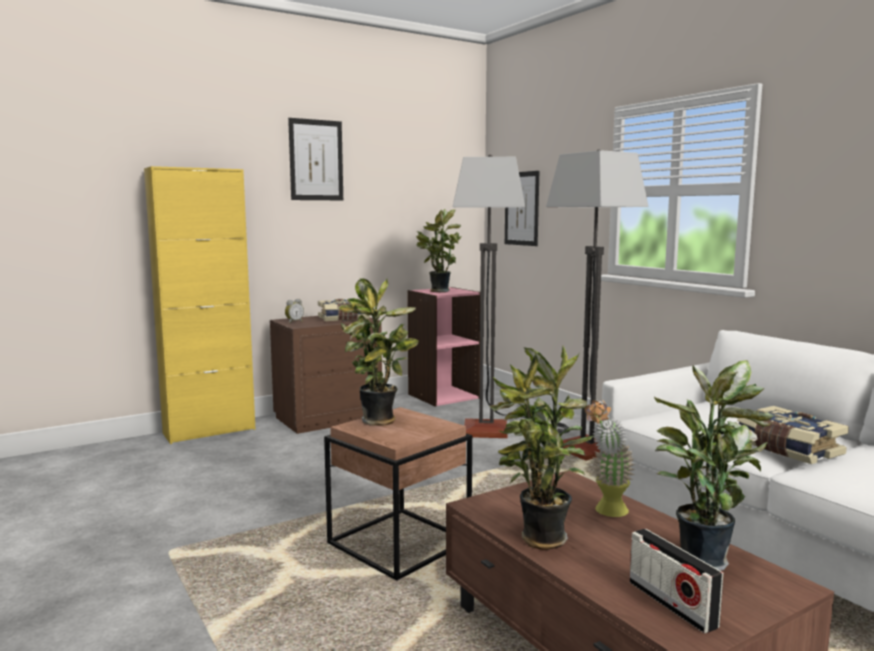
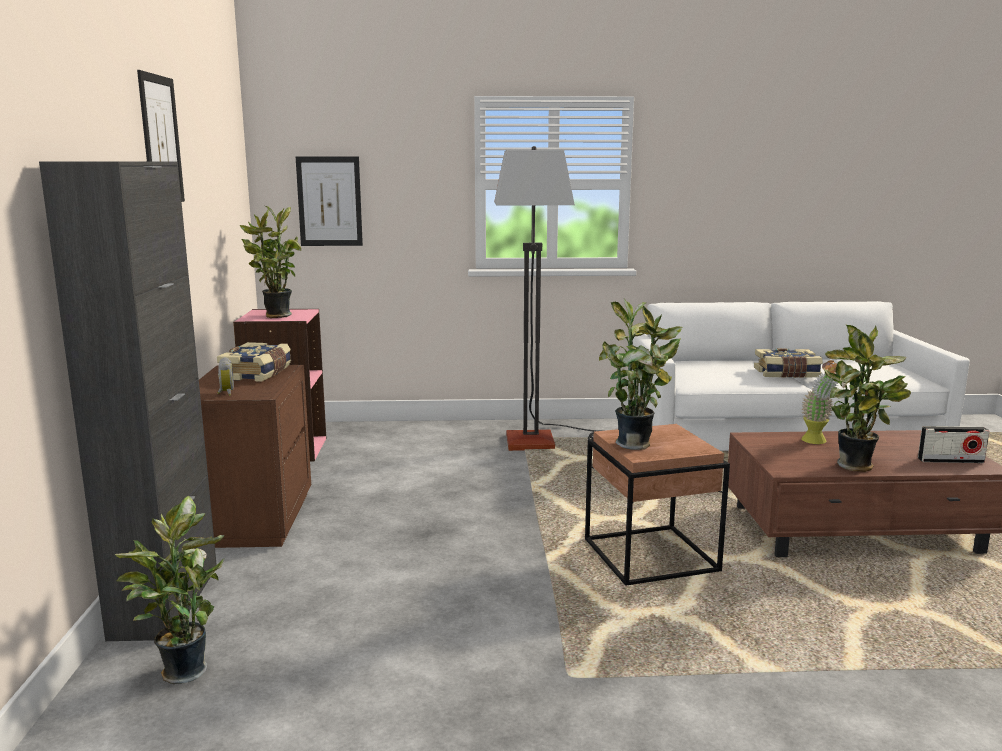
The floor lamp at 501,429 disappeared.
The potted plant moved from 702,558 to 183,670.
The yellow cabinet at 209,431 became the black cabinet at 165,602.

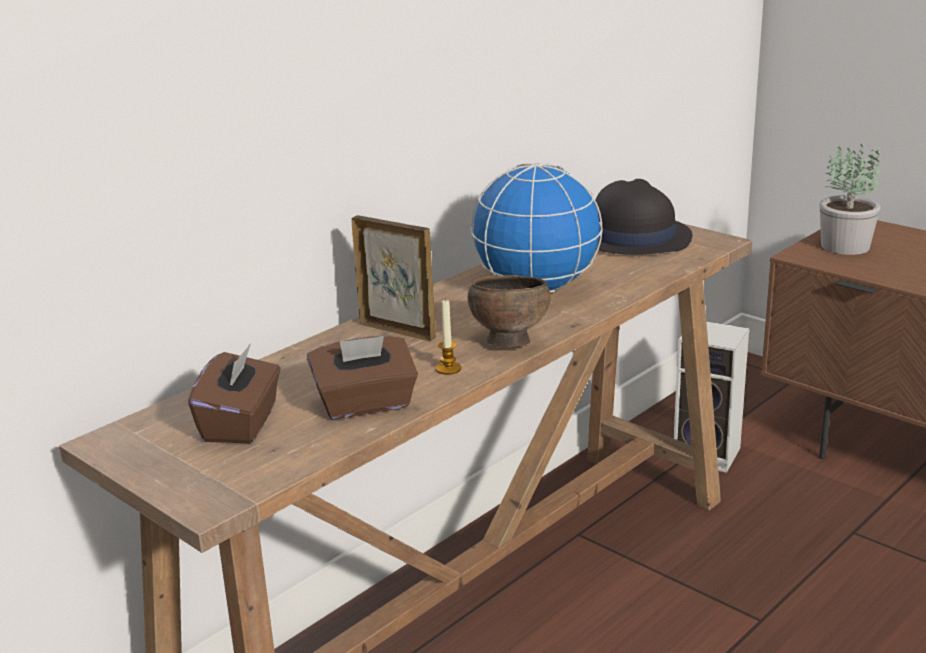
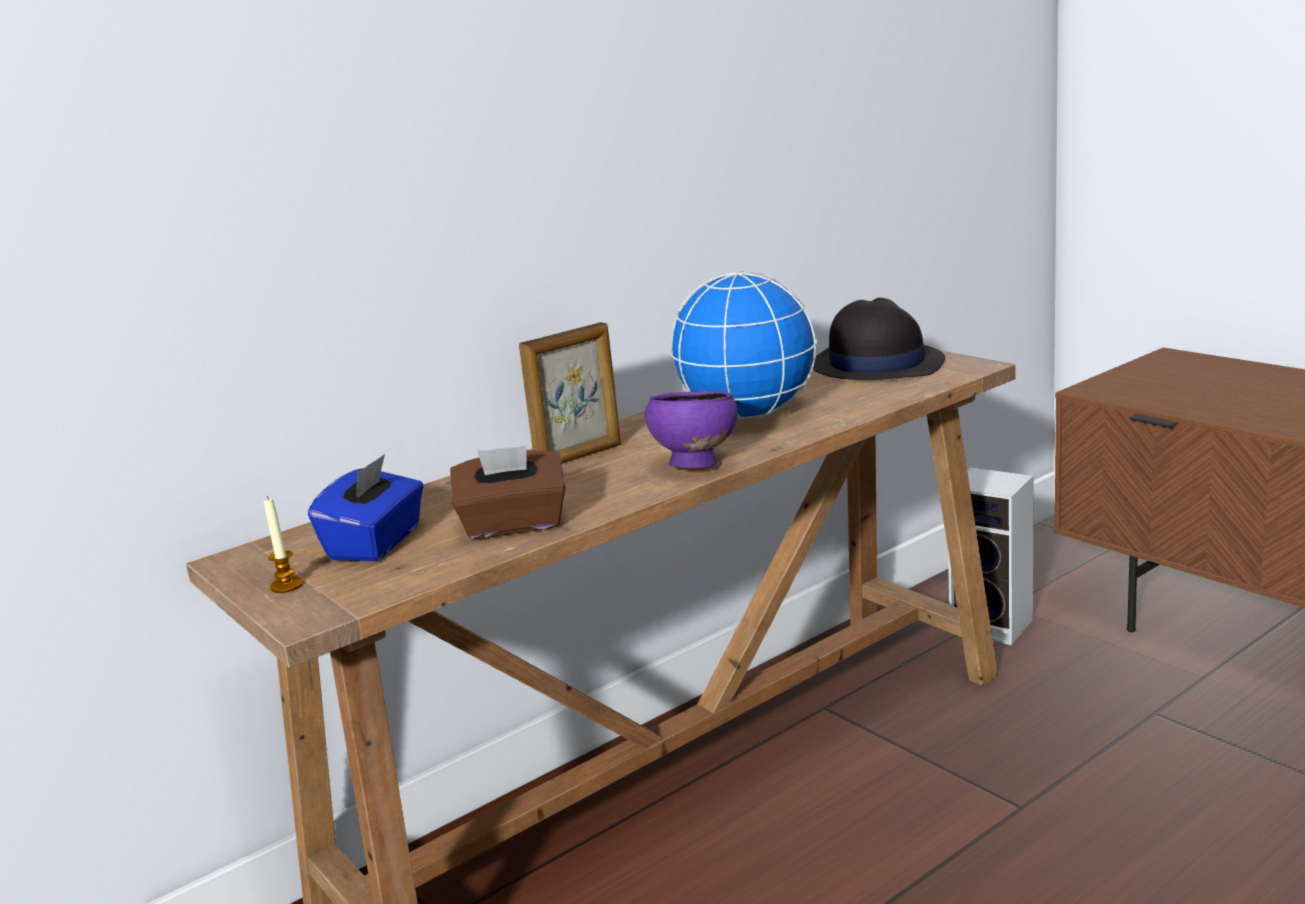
The potted plant at 846,246 disappeared.
The candle moved from 448,369 to 287,585.
The brown tissue box at 241,423 became the blue tissue box at 376,543.
The brown bowl at 508,343 became the purple bowl at 694,466.
The picture frame at 398,330 turned 105 degrees clockwise.

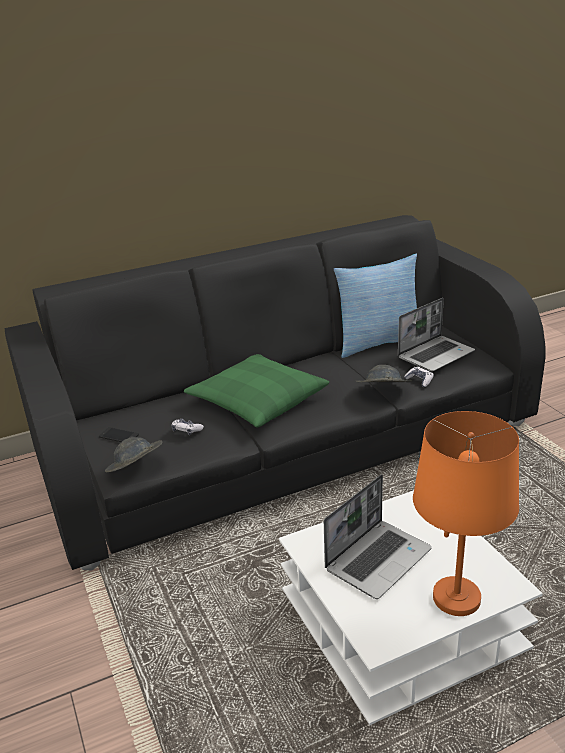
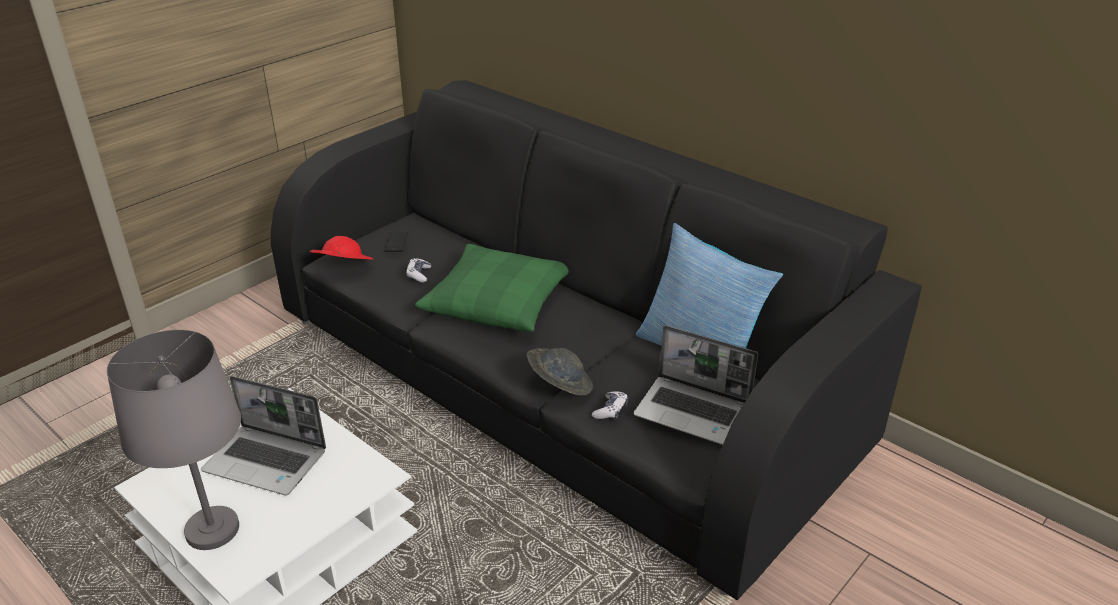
The grey hat at 136,469 became the red hat at 343,267.
The orange table lamp at 456,598 became the grey table lamp at 213,529.

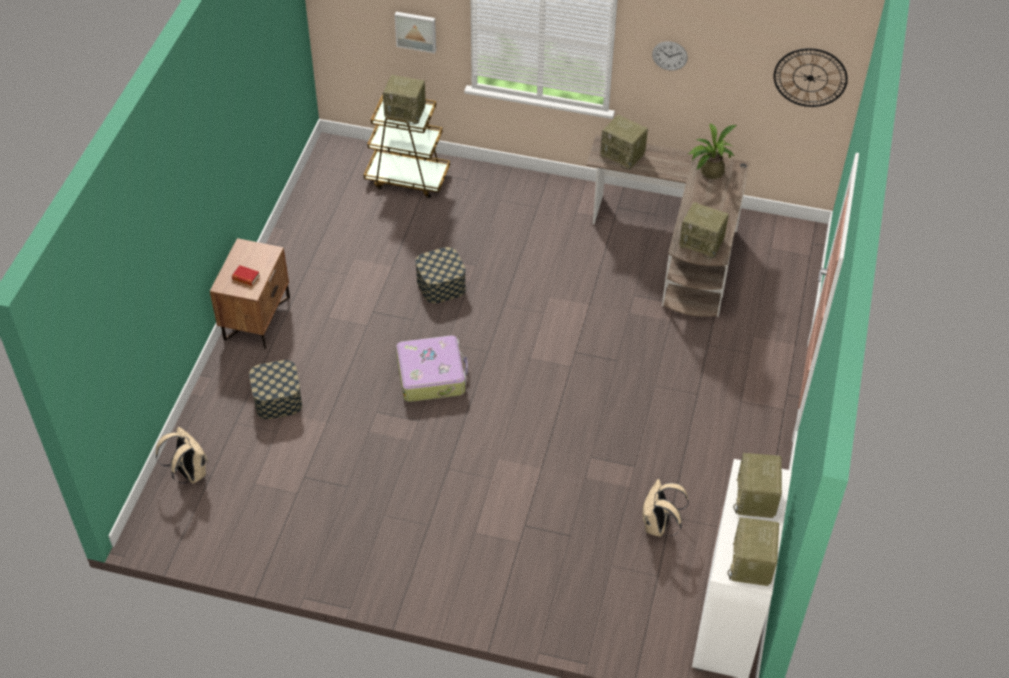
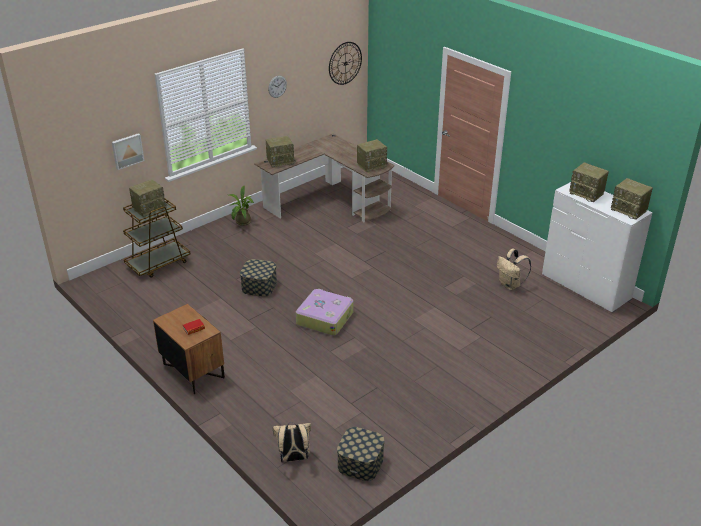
The storage box moved from 277,399 to 360,463.
The potted plant moved from 709,172 to 242,223.

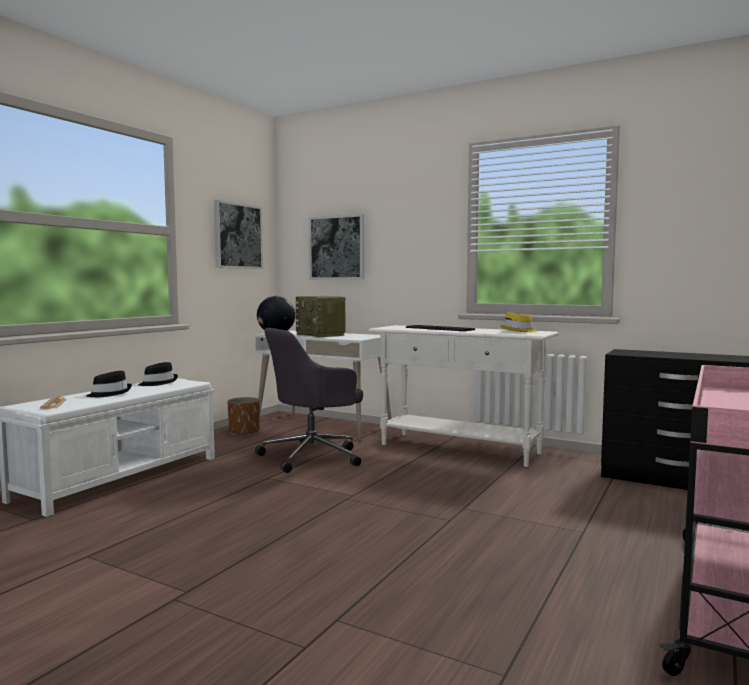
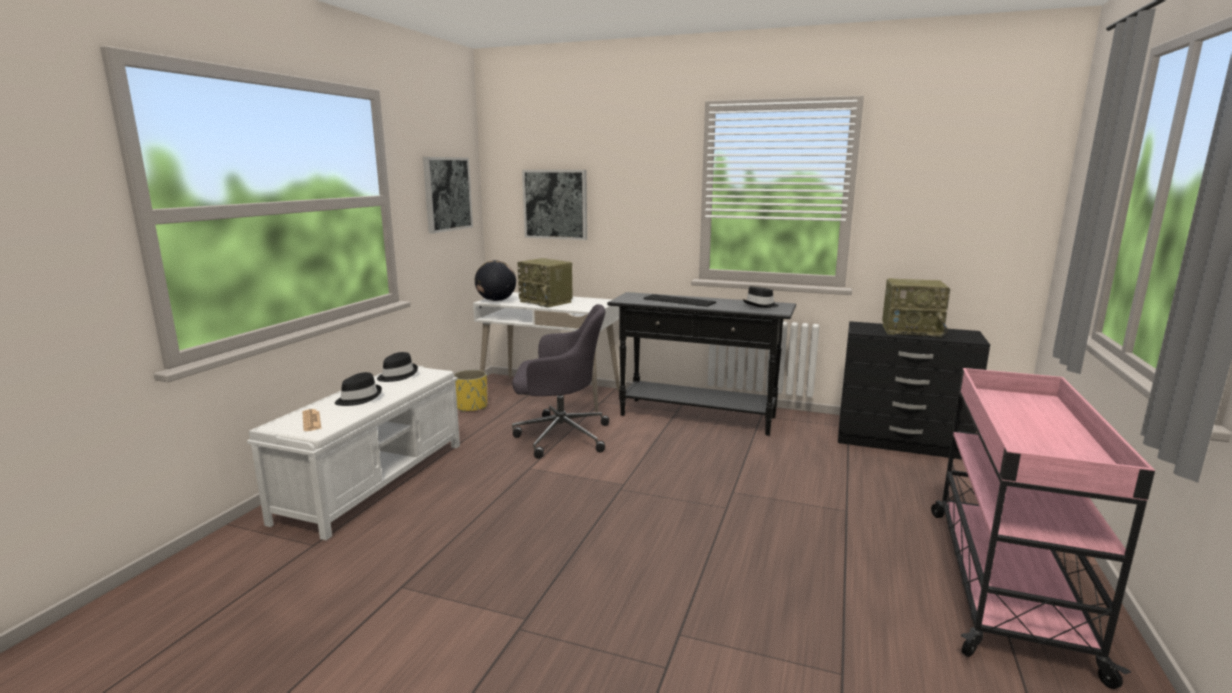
The radio at 912,331 appeared.
The brown planter at 244,432 became the yellow planter at 472,407.
The white console table at 459,449 became the black console table at 698,416.
The yellow hat at 519,331 became the black hat at 761,305.
The grey office chair at 313,456 turned 135 degrees counterclockwise.

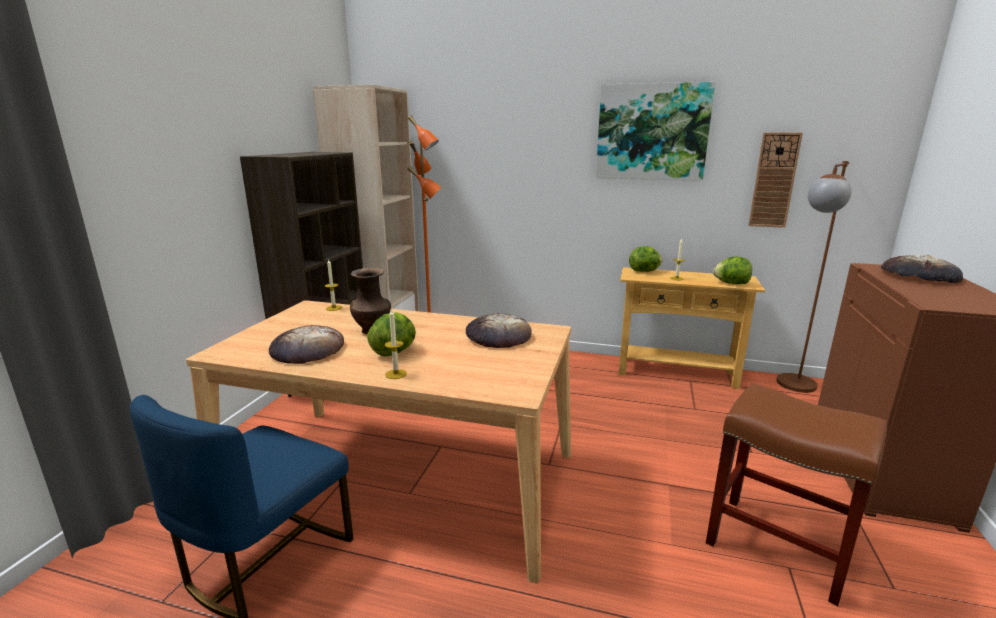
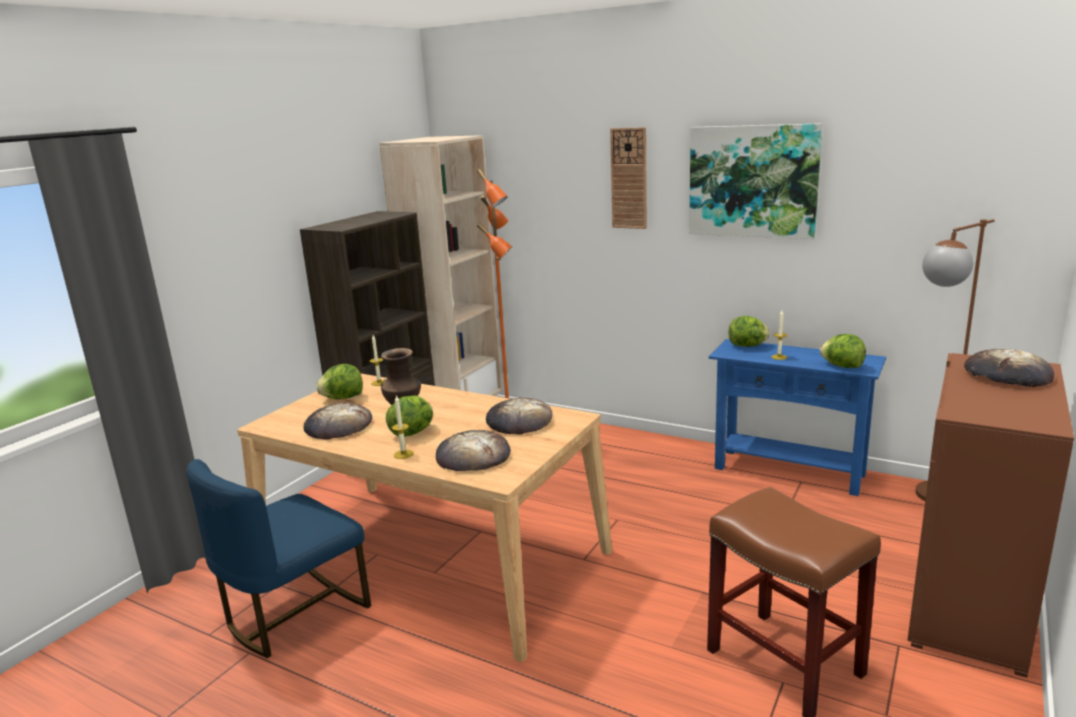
The lettuce at 343,398 appeared.
The bread at 473,456 appeared.
The wall clock moved from 774,180 to 629,178.
The beige console table at 676,373 became the blue console table at 788,471.

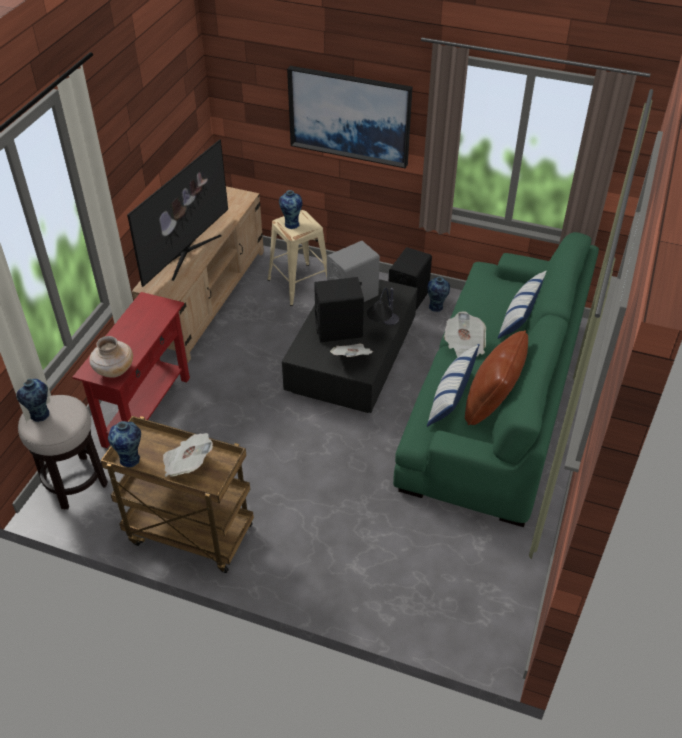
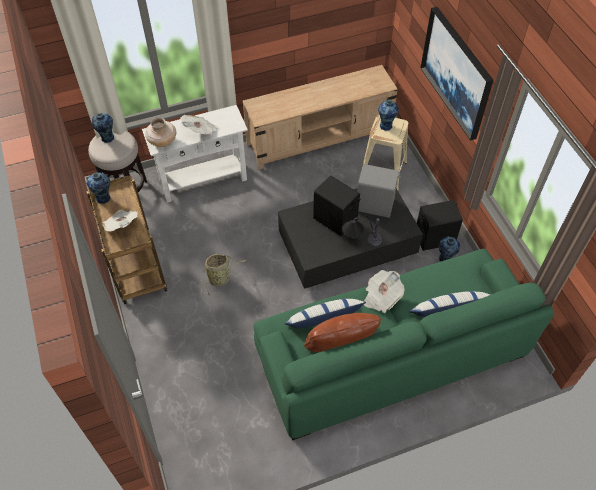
The television at 186,253 disappeared.
The basket at 221,278 appeared.
The newspaper moved from 352,358 to 200,131.
The red console table at 147,411 became the white console table at 203,181.

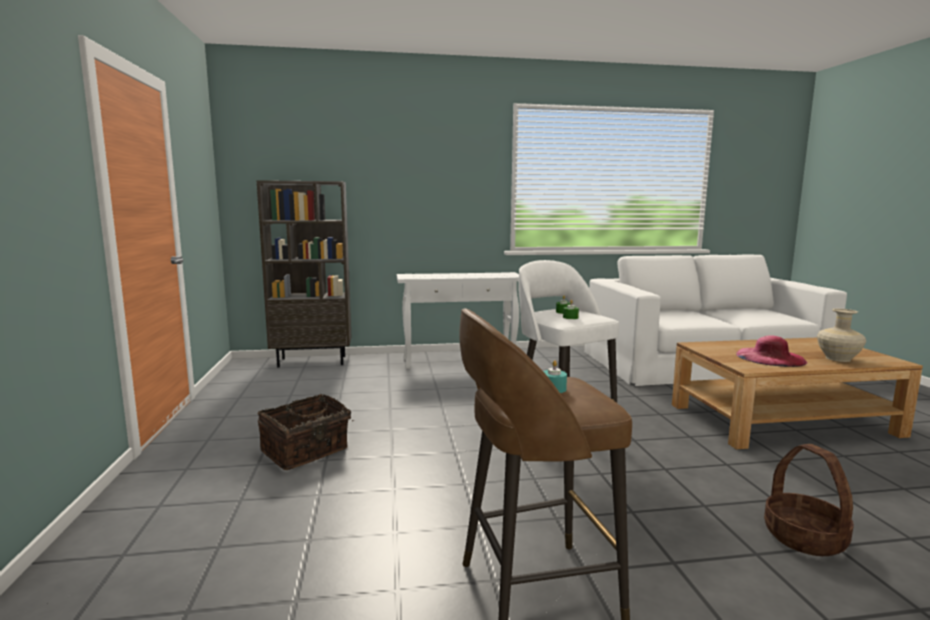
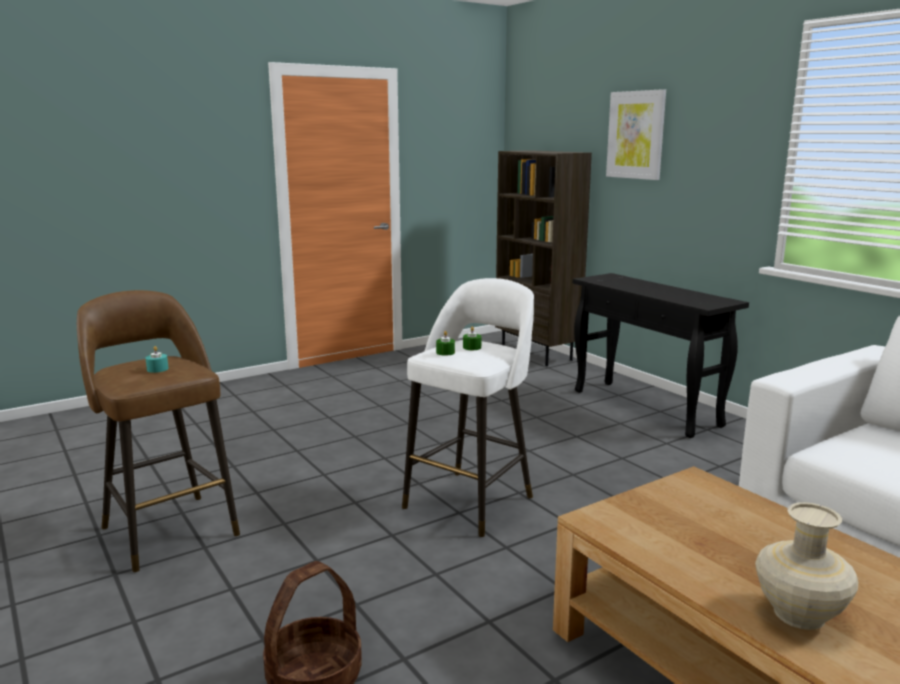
The basket at 306,451 disappeared.
The pink hat at 770,357 disappeared.
The picture at 636,135 appeared.
The white console table at 460,361 became the black console table at 646,408.

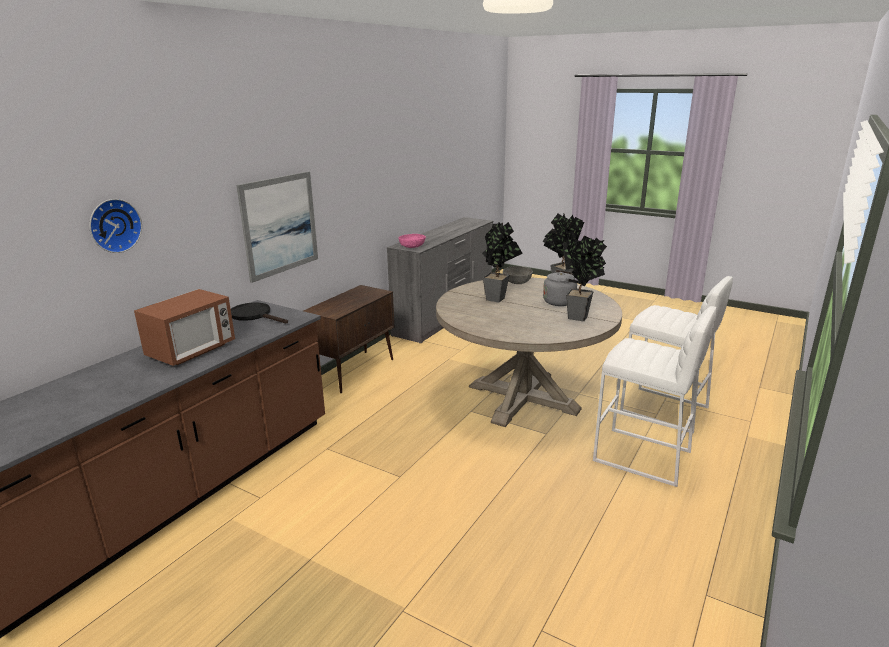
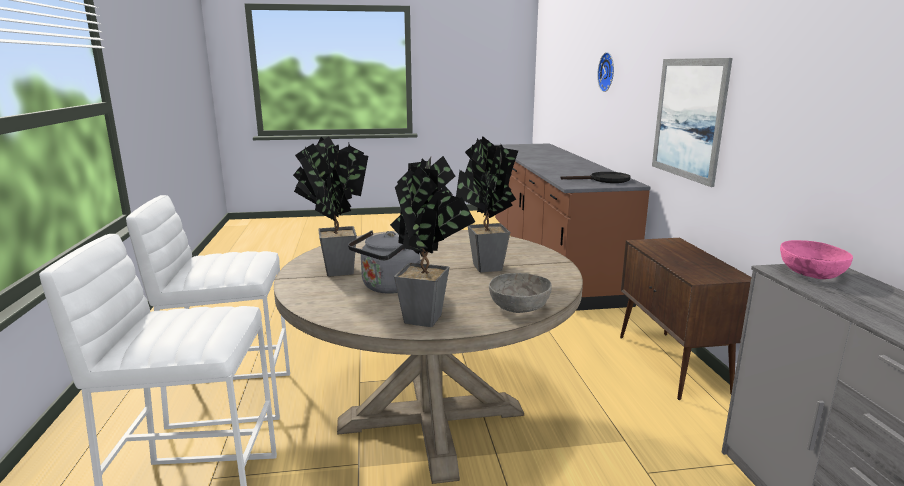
The microwave at 192,351 disappeared.

